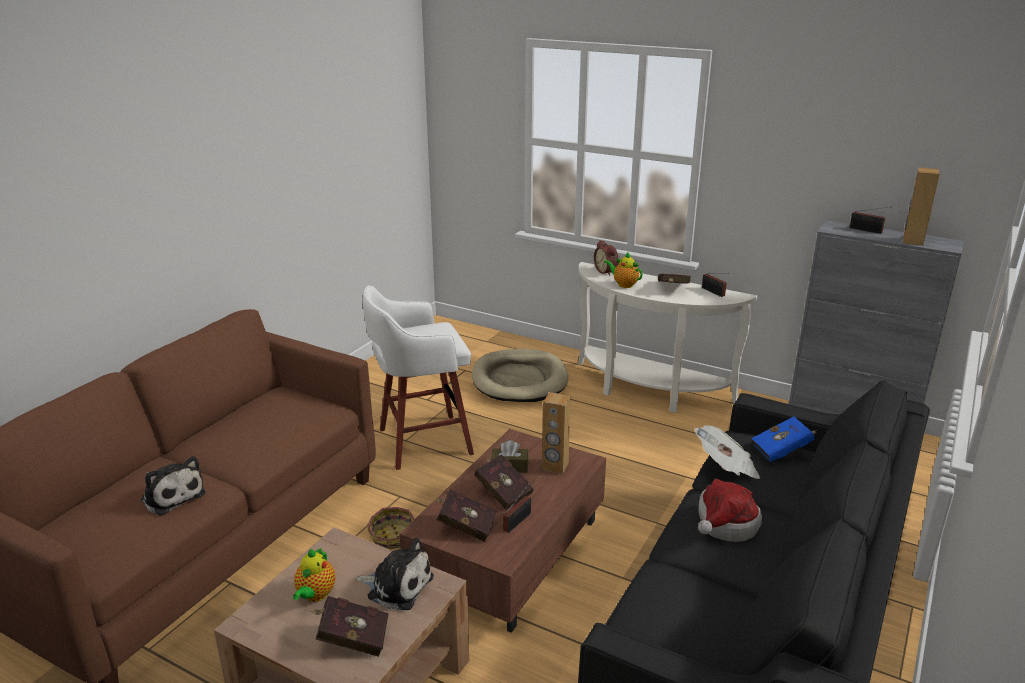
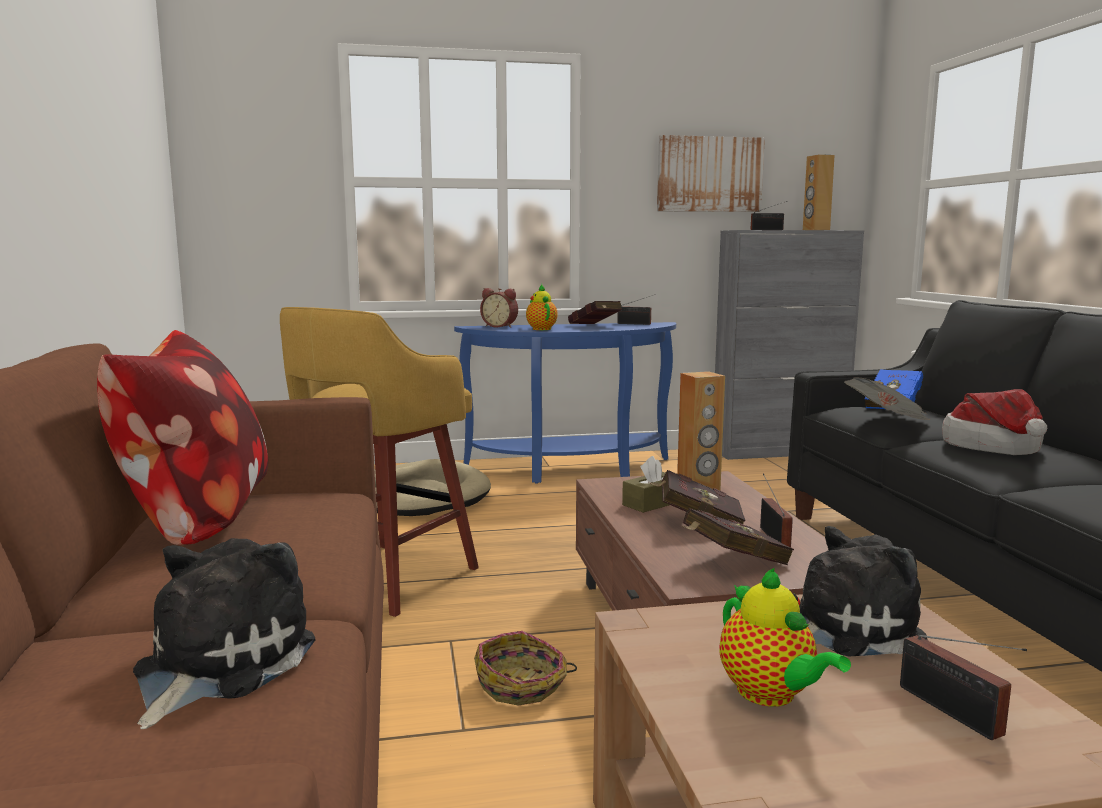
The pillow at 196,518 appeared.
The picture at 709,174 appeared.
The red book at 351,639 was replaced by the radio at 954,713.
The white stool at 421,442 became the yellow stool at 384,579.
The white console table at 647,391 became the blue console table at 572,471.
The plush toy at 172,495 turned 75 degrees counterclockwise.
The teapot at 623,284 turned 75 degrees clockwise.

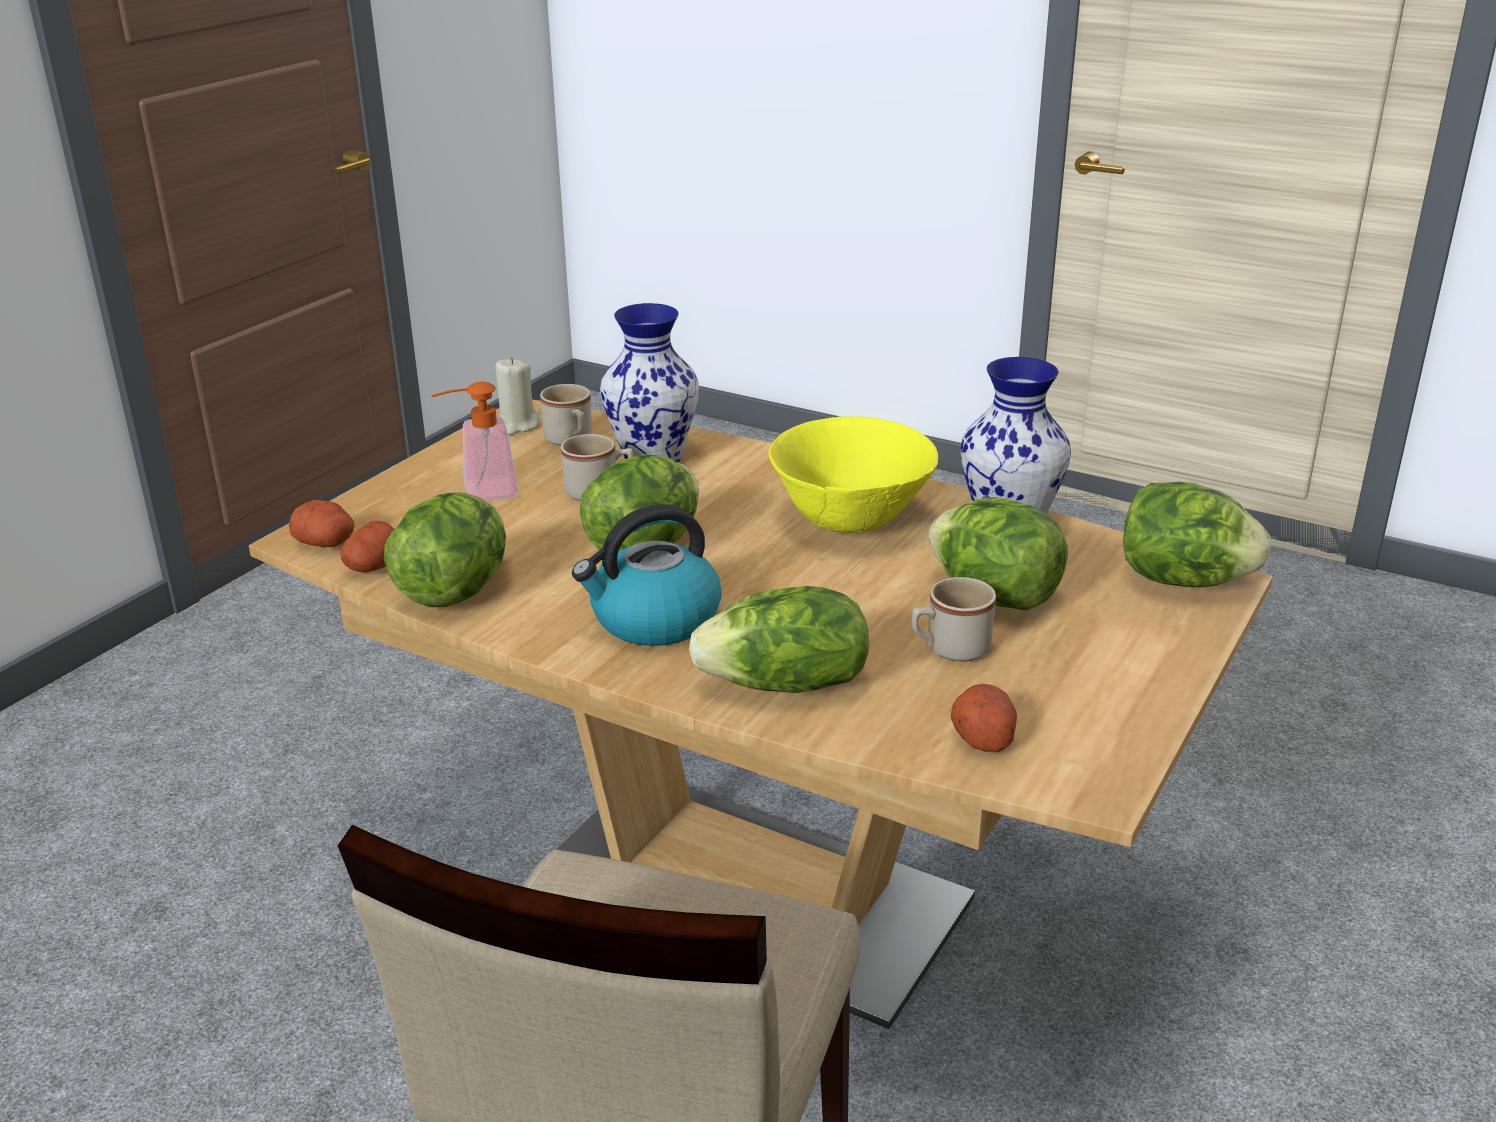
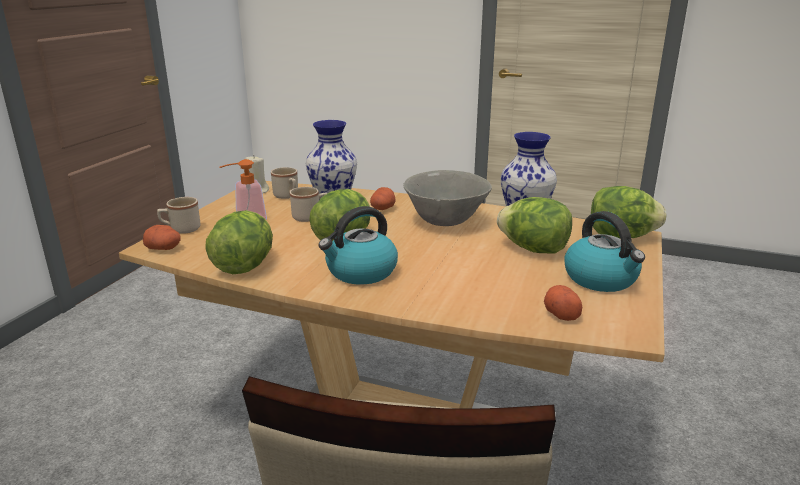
The lettuce at 786,685 disappeared.
The kettle at 601,279 appeared.
The potato moved from 374,567 to 383,208.
The beige mug moved from 949,650 to 181,230.
The yellow bowl at 851,521 became the grey bowl at 446,222.

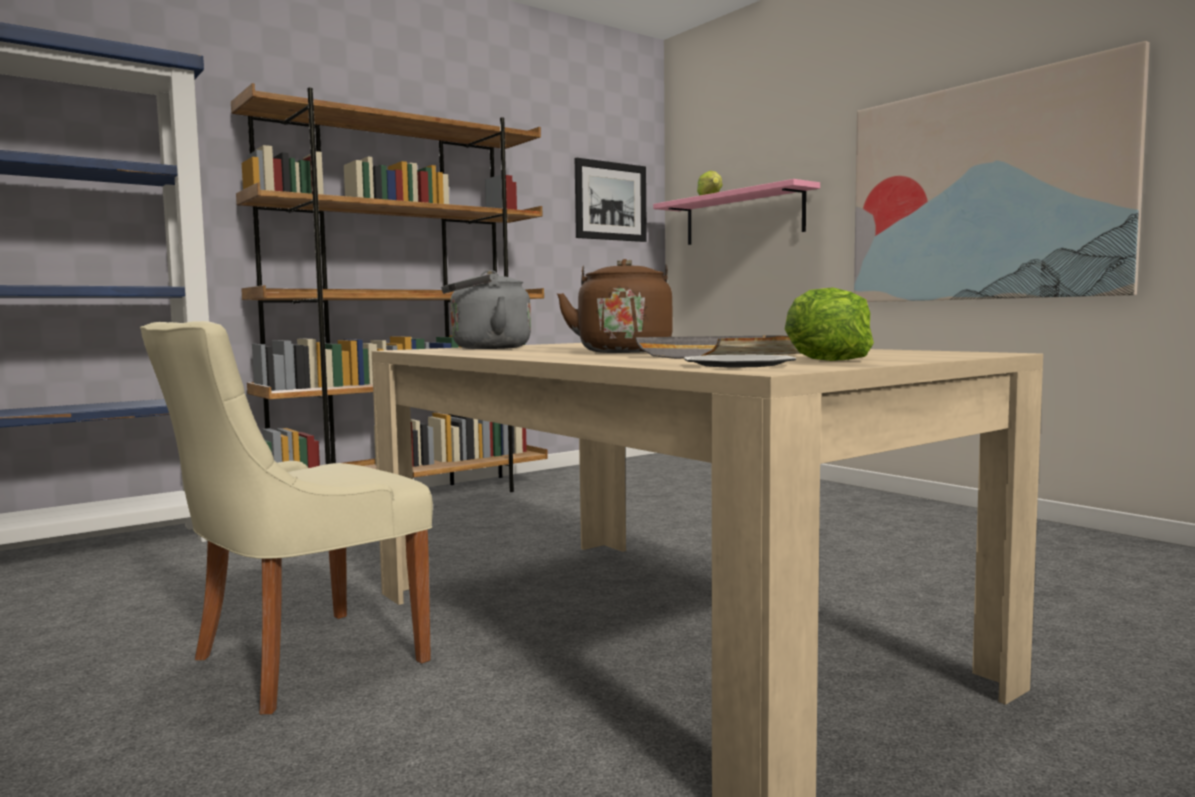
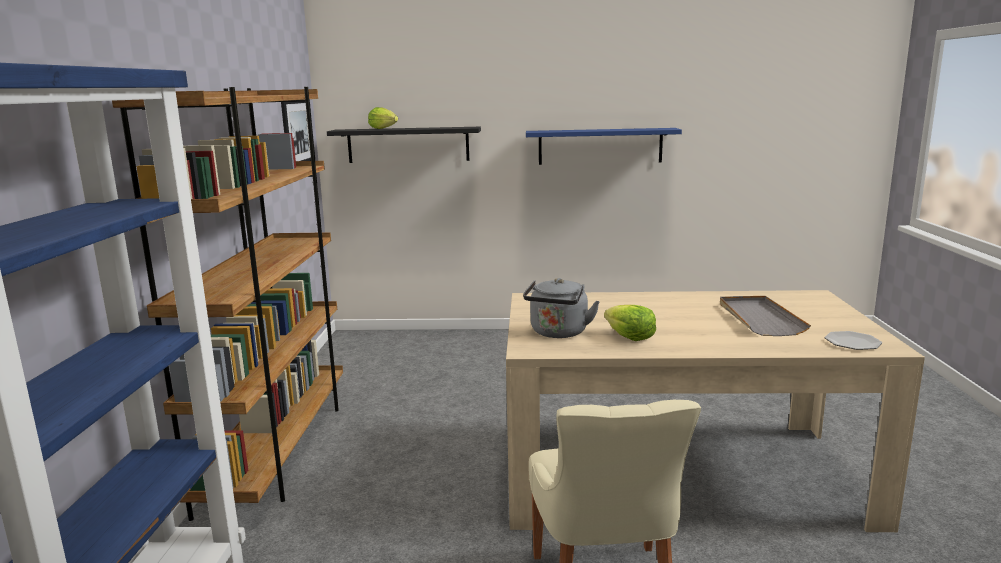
The brown kettle at 623,351 disappeared.
The lettuce moved from 826,359 to 629,337.
The picture at 982,192 was replaced by the blue shelf at 600,146.
The pink shelf at 743,217 became the black shelf at 408,145.

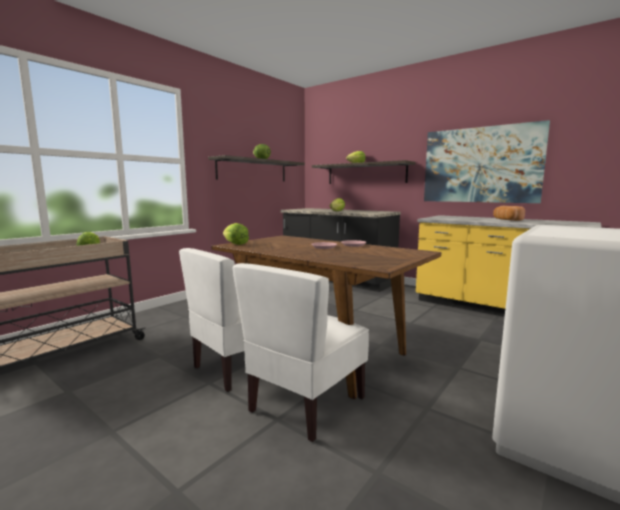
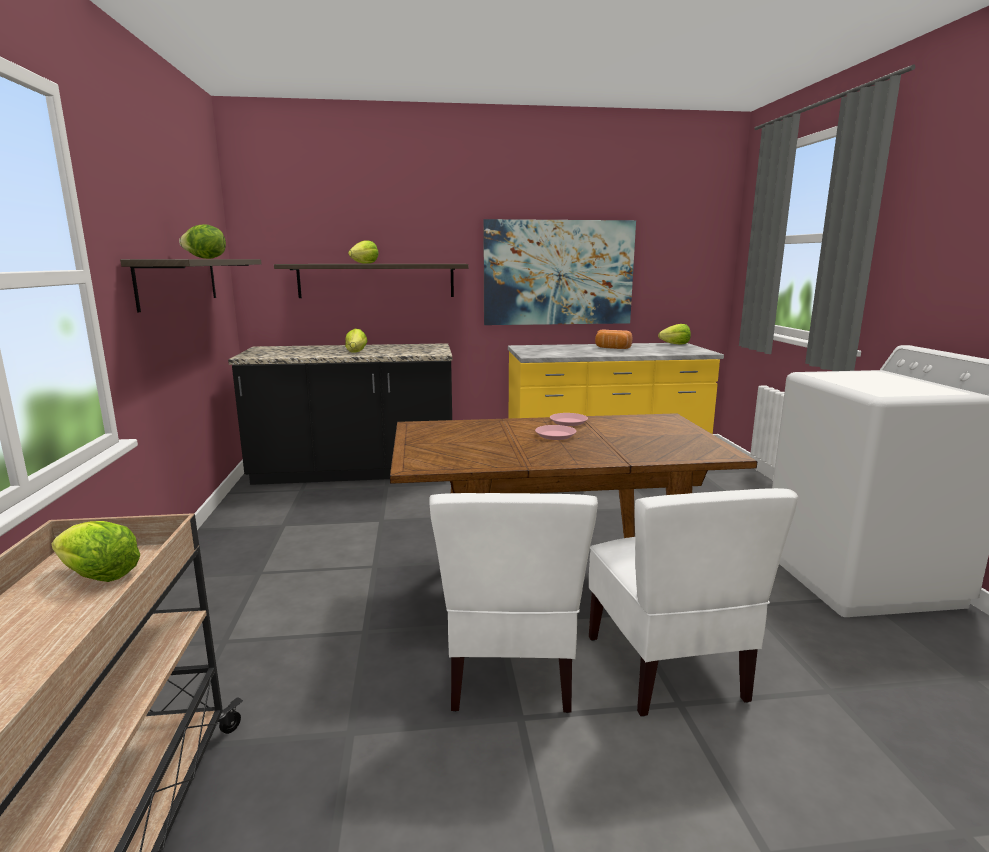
The lettuce moved from 235,244 to 675,344.

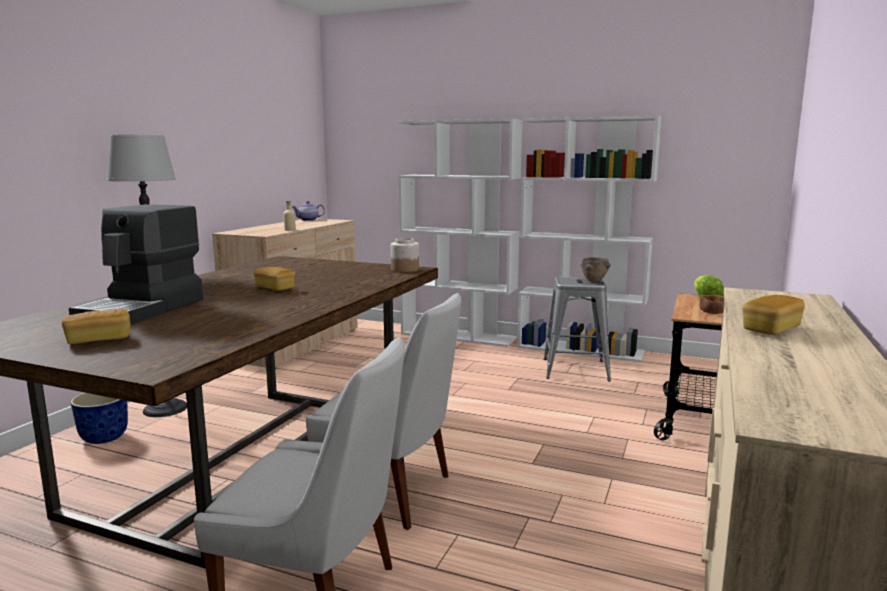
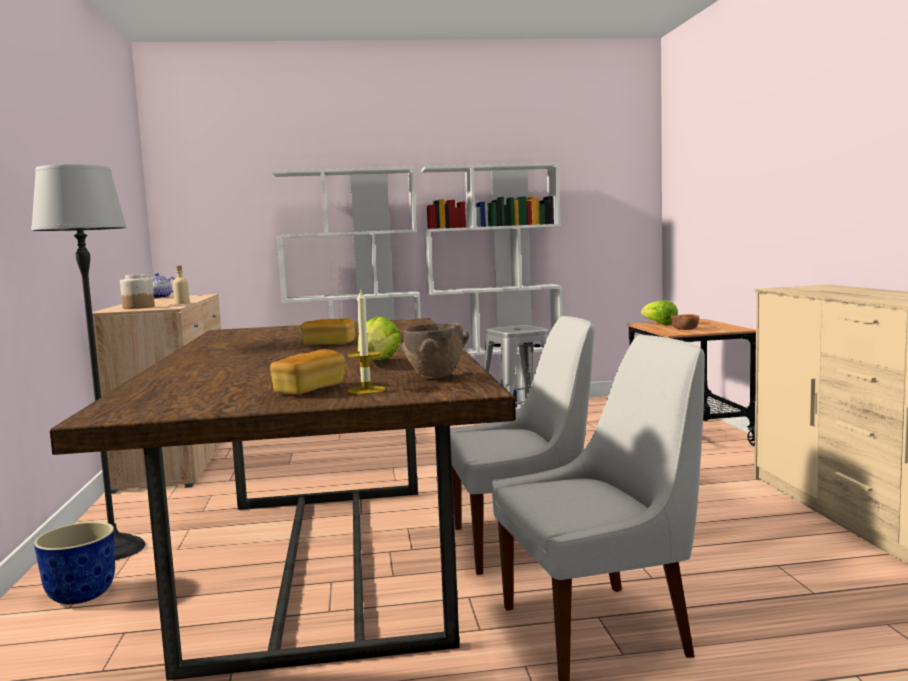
The coffee machine at 144,309 disappeared.
The bread at 771,329 disappeared.
The candle at 366,390 appeared.
The lettuce at 377,363 appeared.
The jar moved from 404,269 to 138,307.
The brown bowl moved from 594,281 to 435,378.

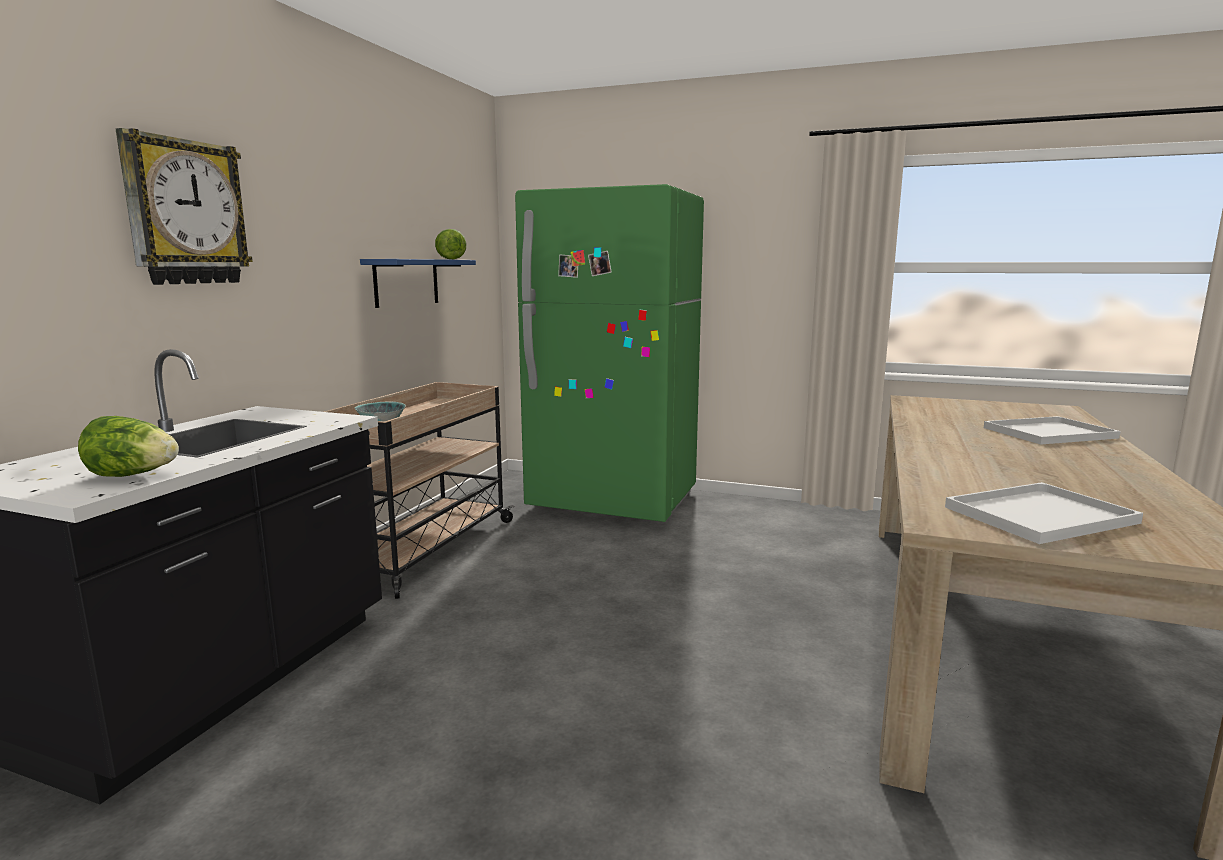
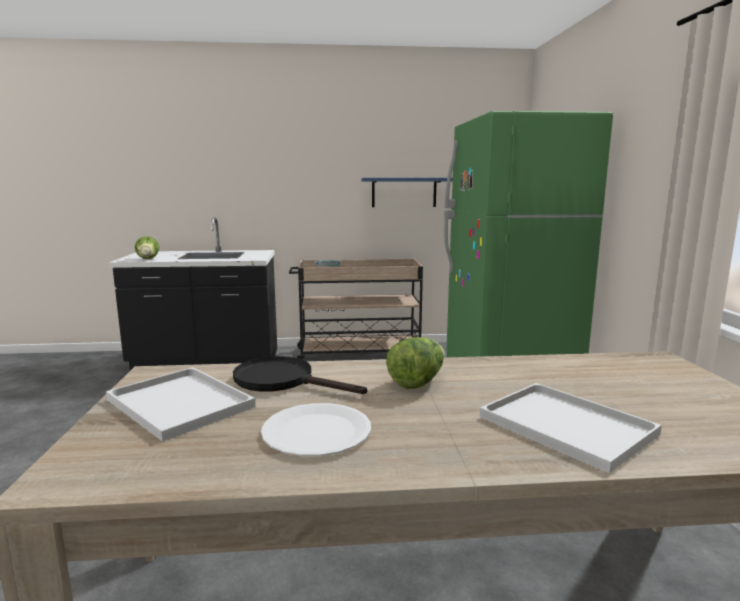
The wall clock at 185,213 disappeared.
The black frying pan at 283,381 appeared.
The white plate at 317,432 appeared.
The lettuce moved from 449,259 to 417,381.

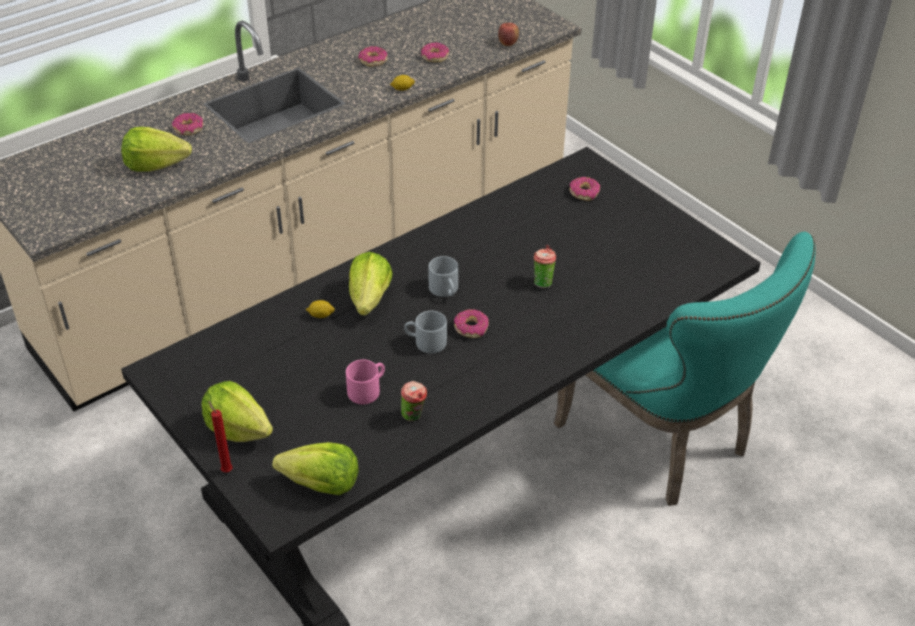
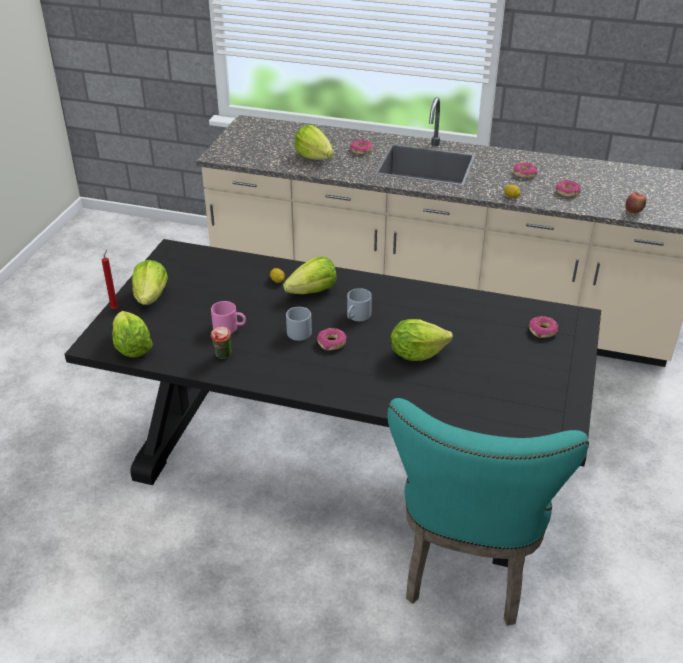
The cup at 542,282 was replaced by the lettuce at 416,353.

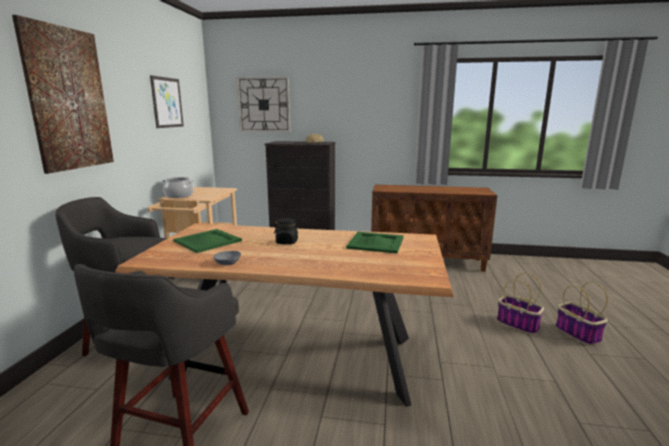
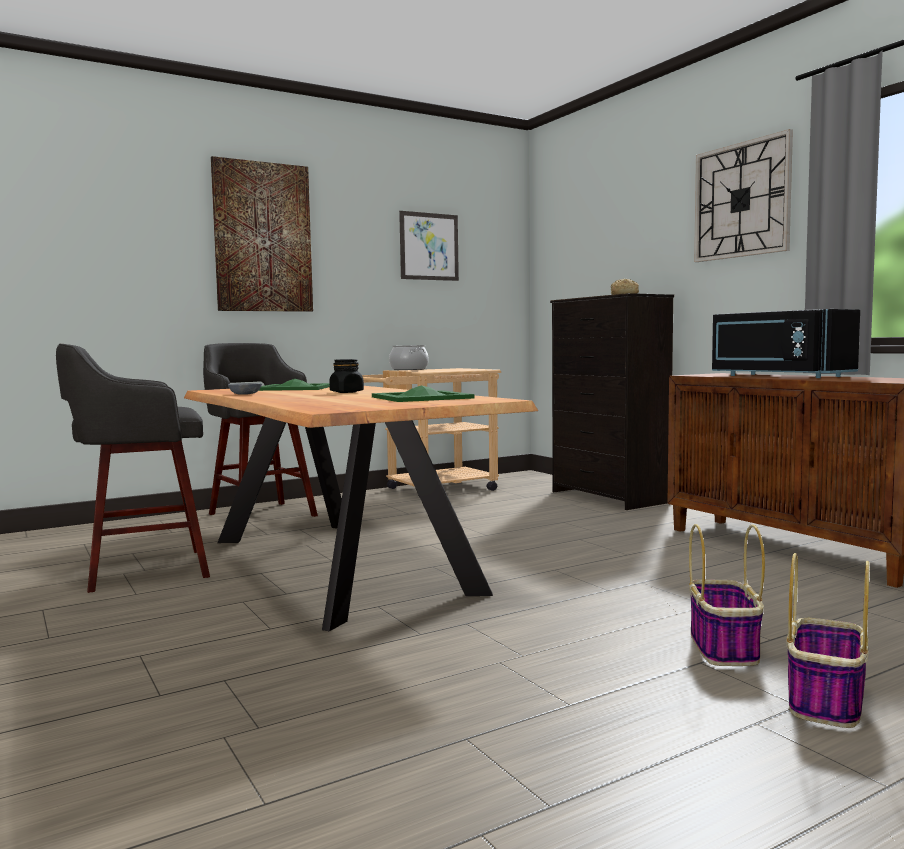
The black microwave at 777,376 appeared.
The wall clock moved from 264,104 to 741,200.

